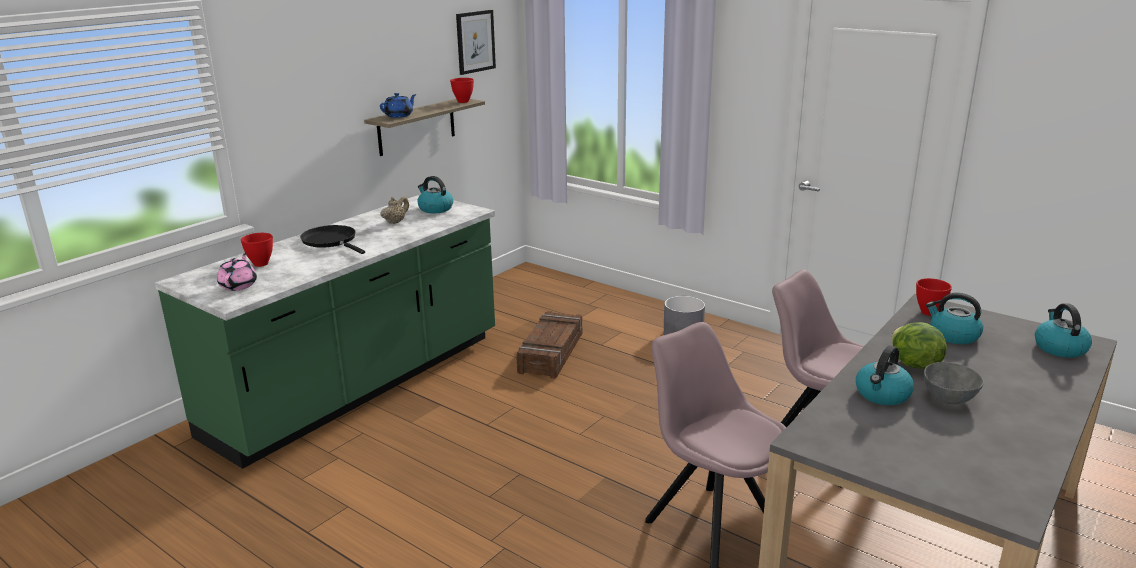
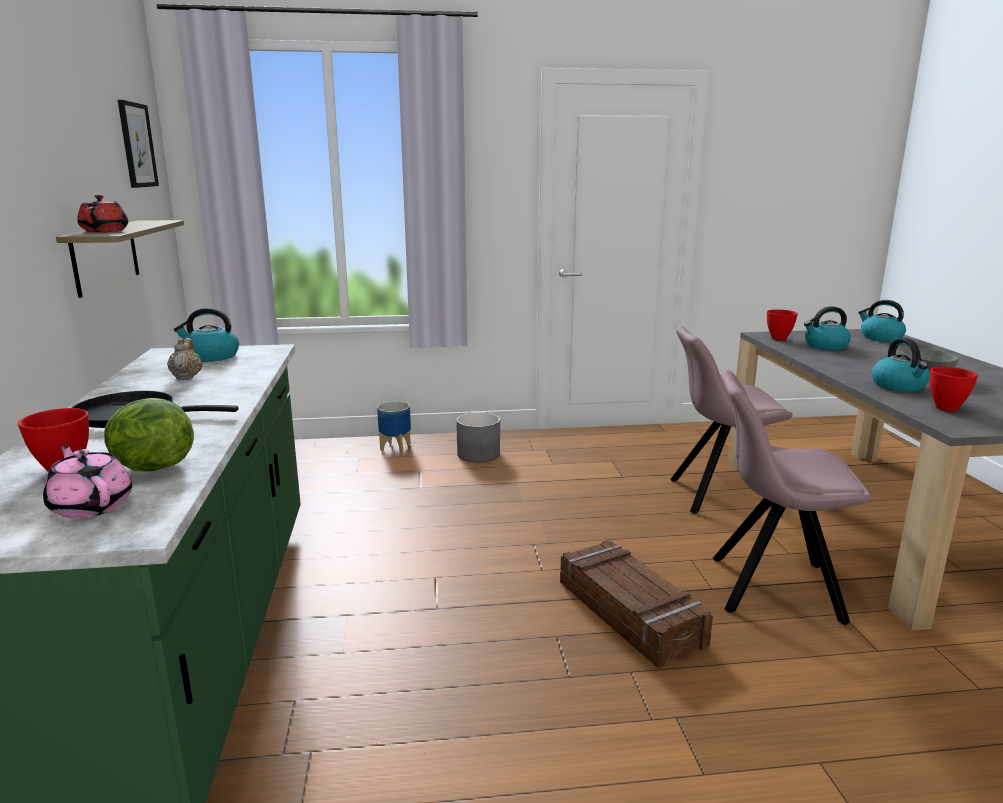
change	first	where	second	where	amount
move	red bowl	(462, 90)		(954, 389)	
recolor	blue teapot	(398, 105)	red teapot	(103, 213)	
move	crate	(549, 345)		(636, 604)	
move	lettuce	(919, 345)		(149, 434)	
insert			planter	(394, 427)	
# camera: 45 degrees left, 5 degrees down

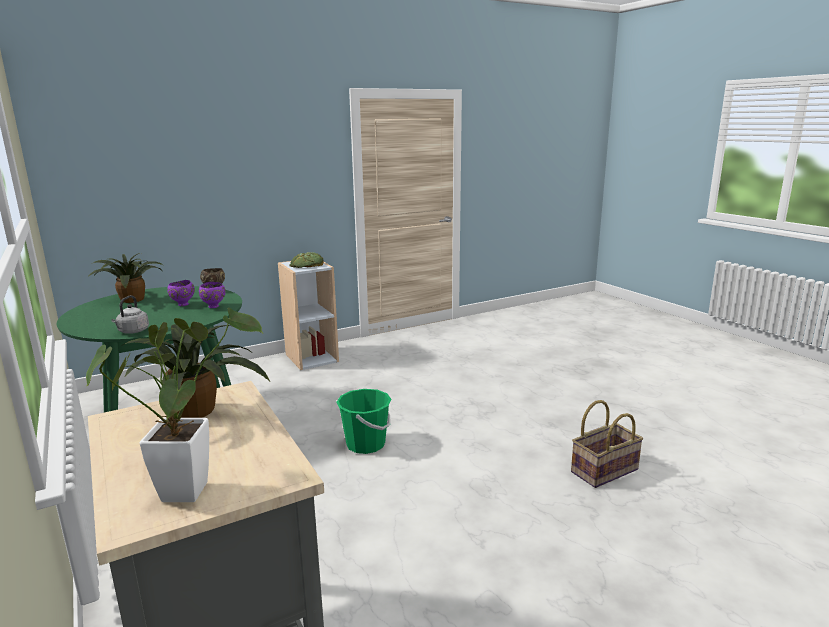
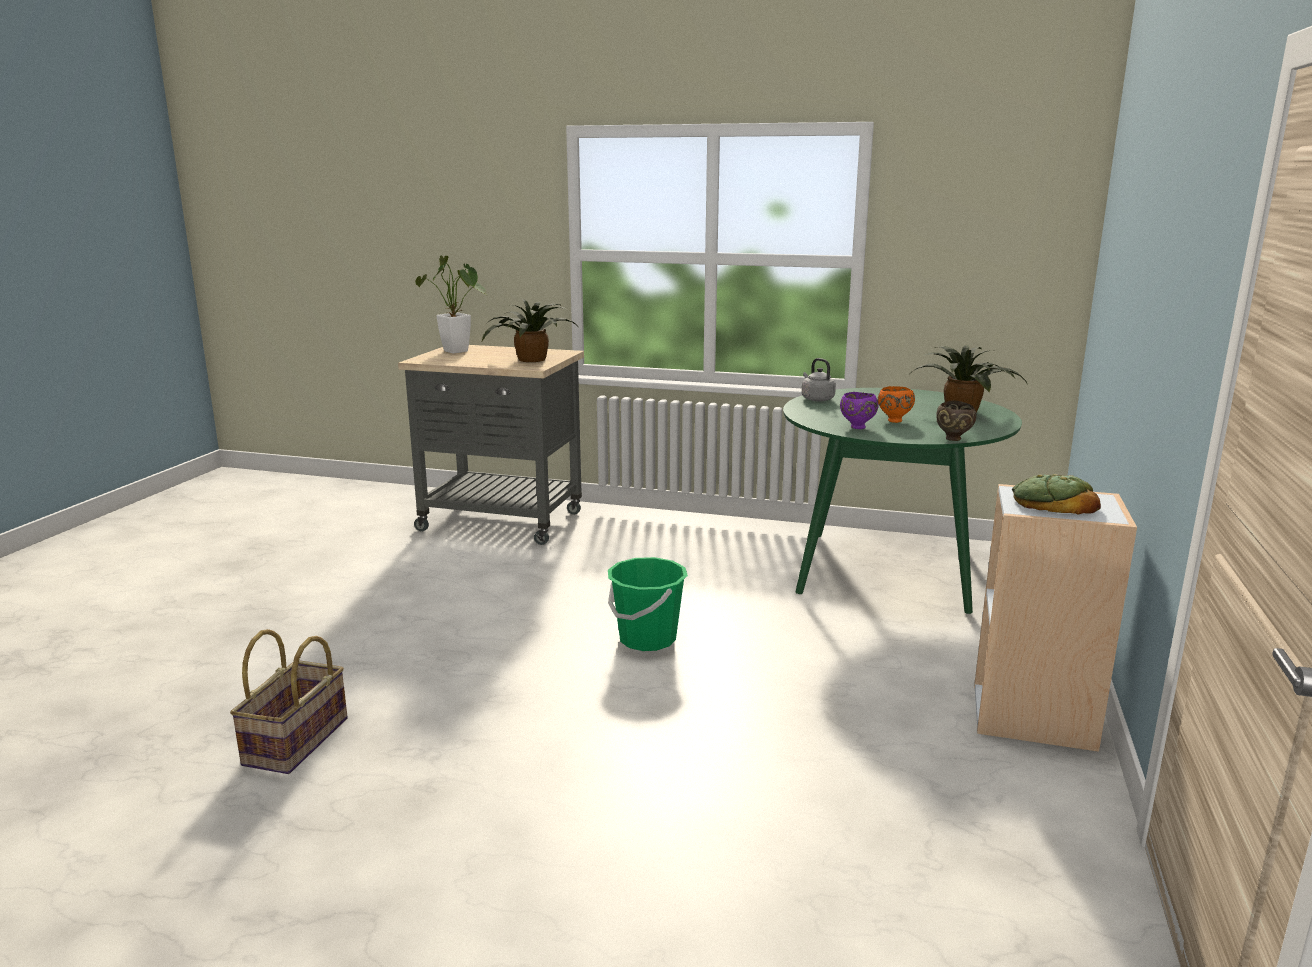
change	first	where	second	where	amount
recolor	purple bowl	(181, 293)	orange bowl	(896, 404)	
# camera: 135 degrees right, 0 degrees up

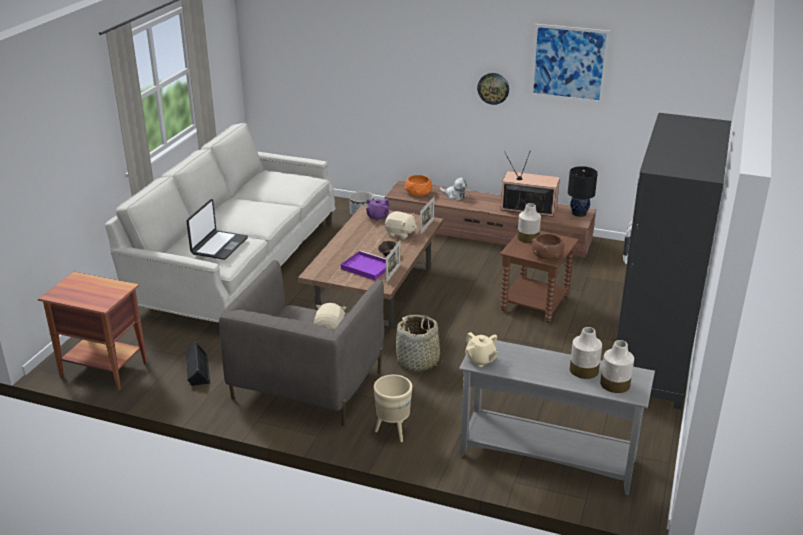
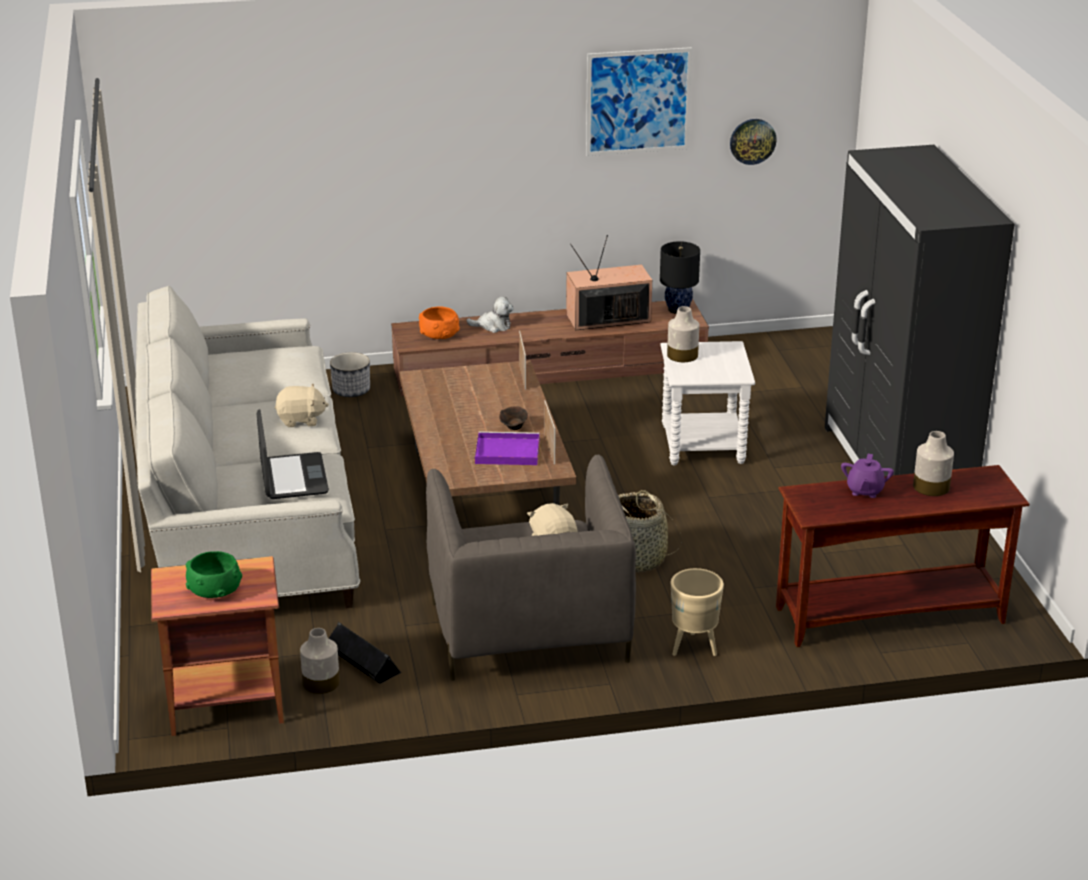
change	first	where	second	where	amount
move	wall clock	(493, 89)		(753, 142)	
move	purple teapot	(378, 209)		(867, 476)	
move	beige plush toy	(401, 225)		(302, 405)	
recolor	brown side table	(539, 277)	white side table	(707, 403)	
delete	brown bowl	(548, 246)			
delete	beige teapot	(482, 349)			
recolor	grey console table	(557, 417)	brown console table	(902, 556)	
move	beige vase	(617, 366)		(320, 661)	
insert			green bowl	(214, 574)	
# camera: 30 degrees left, 0 degrees up

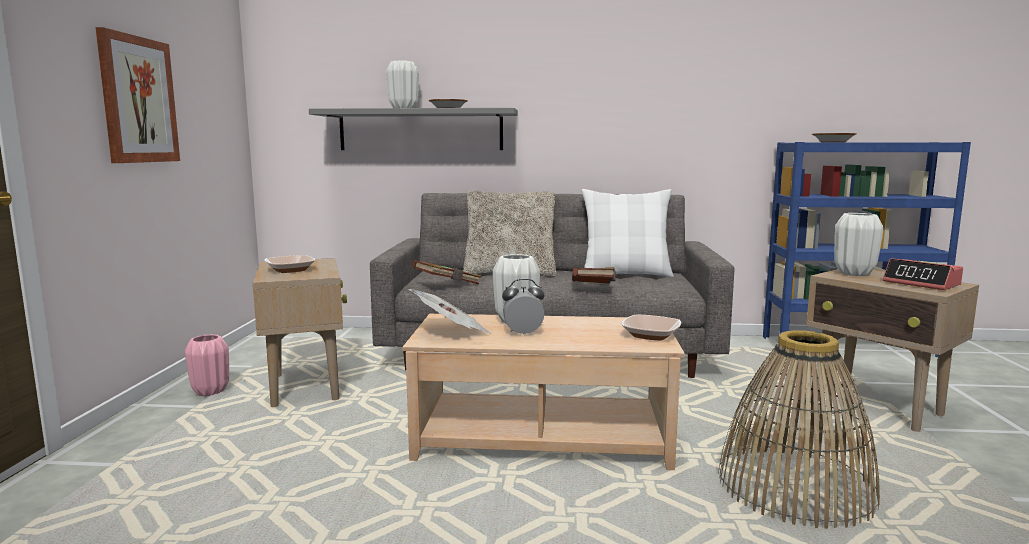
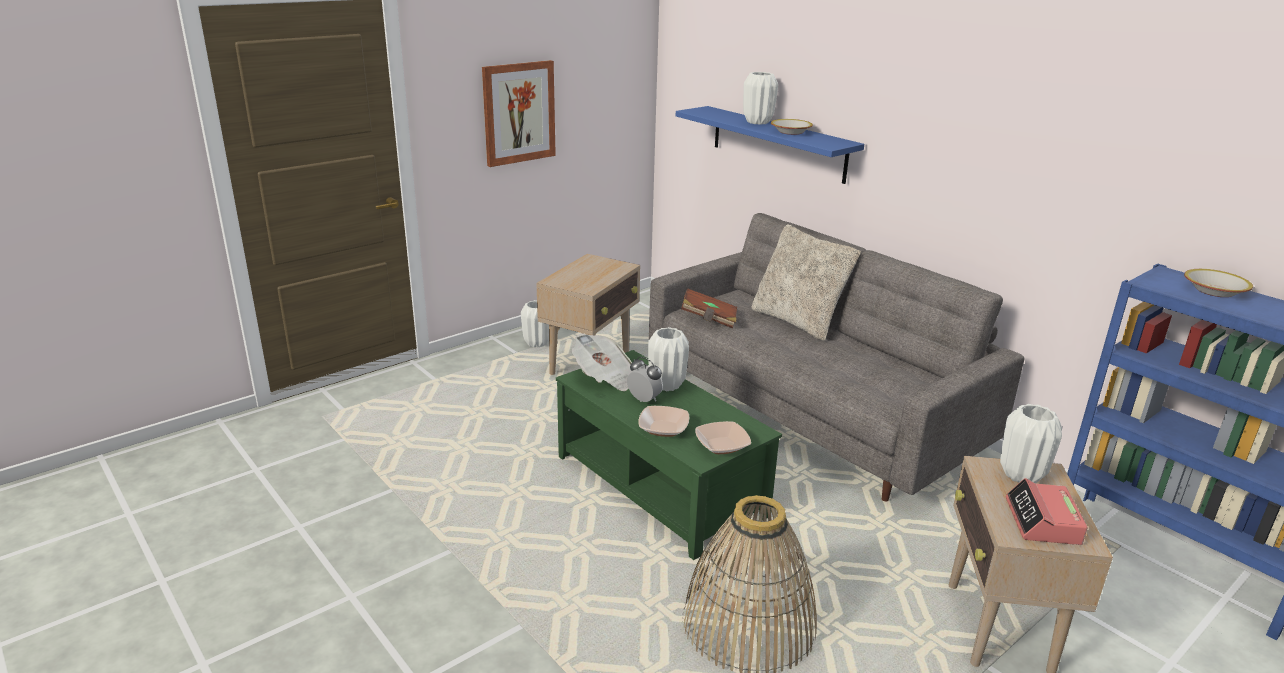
change	first	where	second	where	amount
recolor	grey shelf	(413, 129)	blue shelf	(770, 145)	
delete	white pillow	(628, 233)			
move	bowl	(289, 264)		(663, 421)	
delete	brown book	(594, 275)			
recolor	beige coffee table	(543, 392)	green coffee table	(669, 455)	
recolor	pink vase	(207, 365)	white vase	(535, 323)	
# camera: 45 degrees right, 15 degrees up

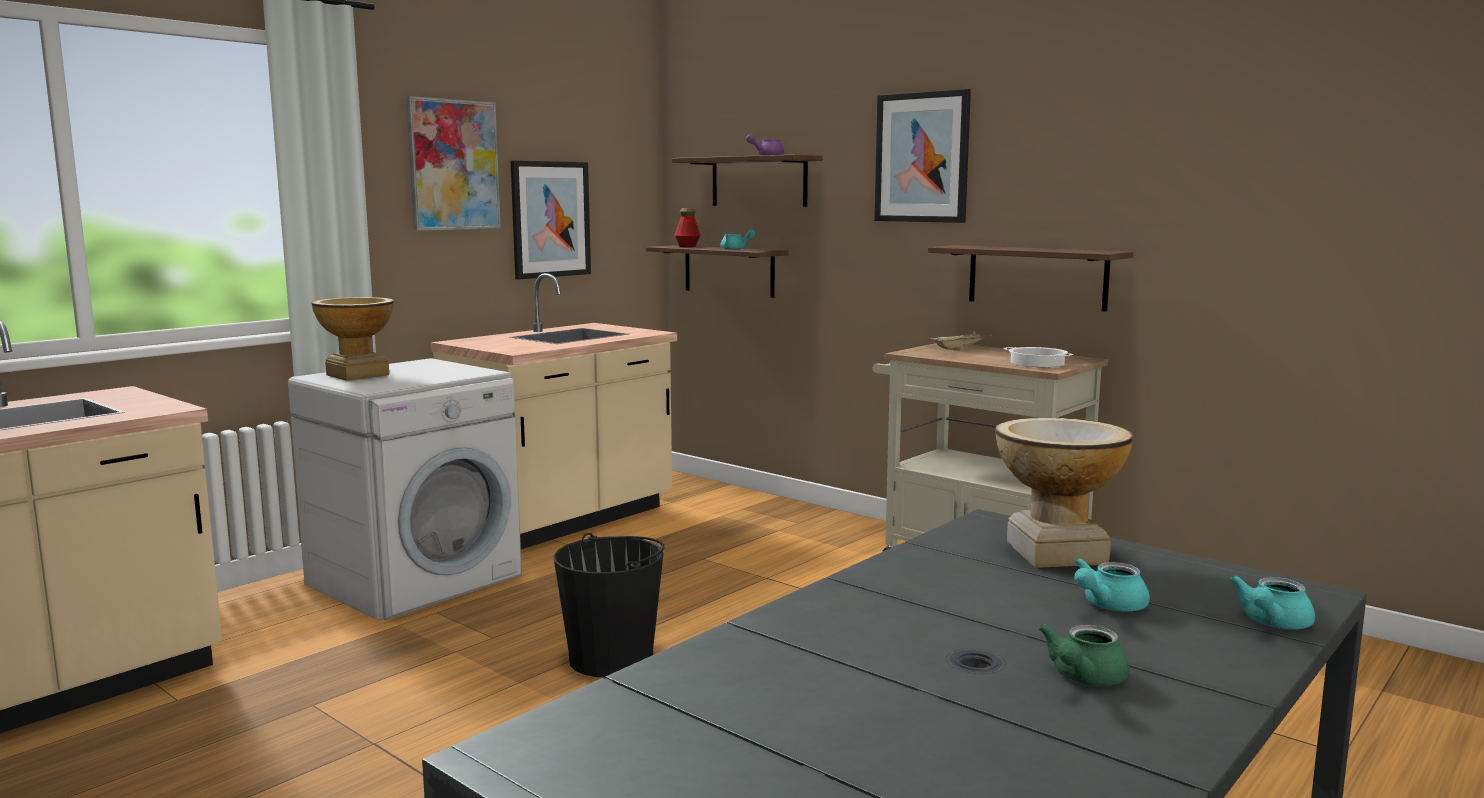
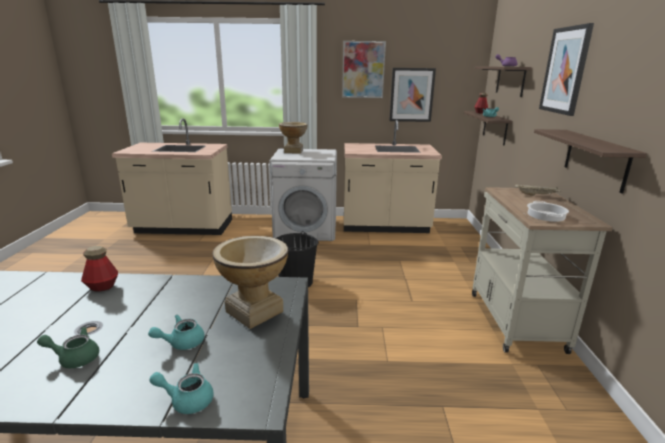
change	first	where	second	where	amount
rotate	turquoise teapot	(1112, 585)		(176, 332)	45 degrees counterclockwise
insert			bottle	(99, 269)	
# camera: 50 degrees right, 10 degrees up

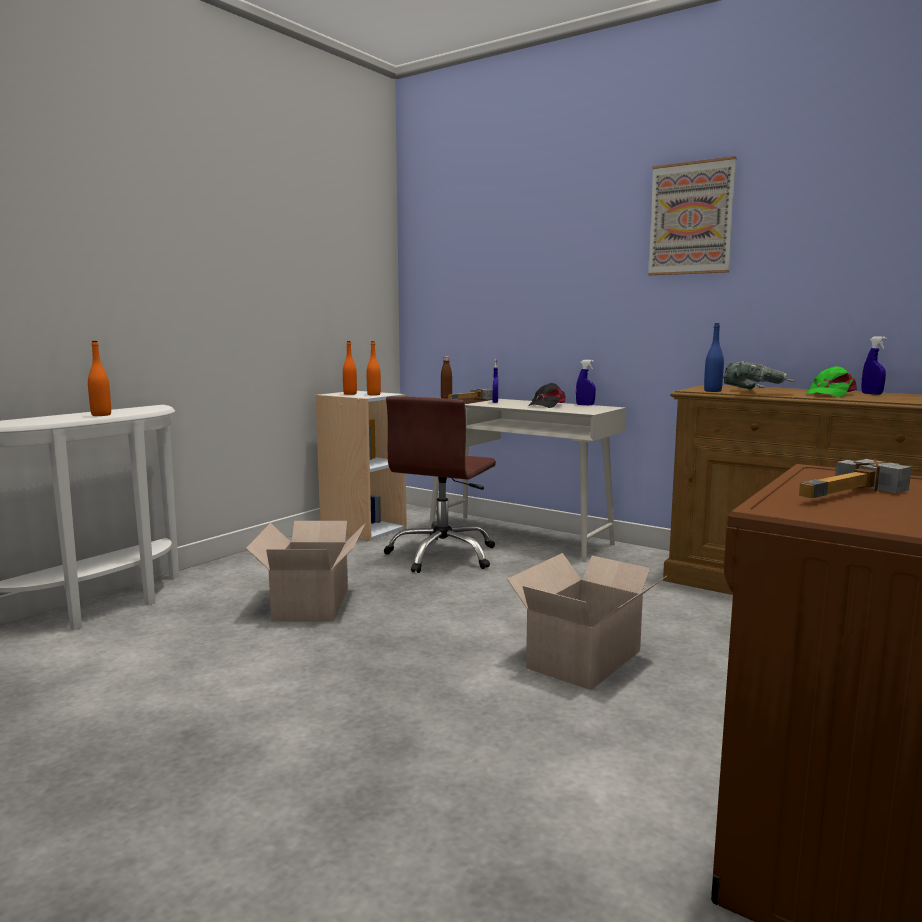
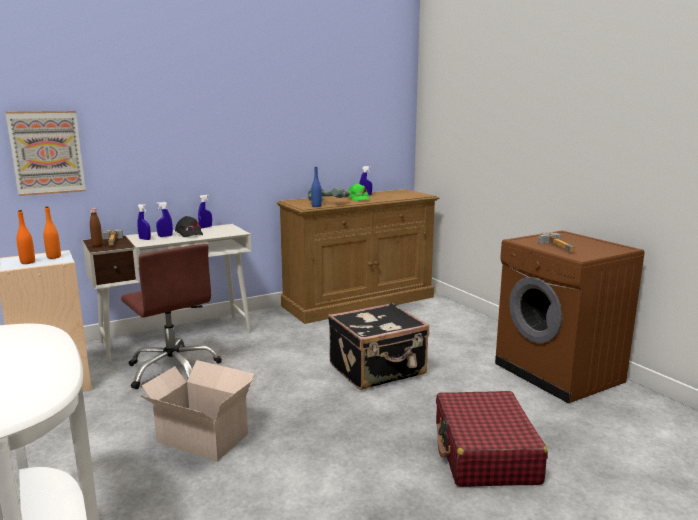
change	first	where	second	where	amount
move	picture	(692, 215)		(46, 153)	
delete	orange bottle	(99, 378)			
replace	cardboard box	(587, 621)	black suitcase	(378, 346)	
insert			blue spray bottle	(164, 219)	
insert			red suitcase	(492, 439)	
# camera: 65 degrees left, 5 degrees up

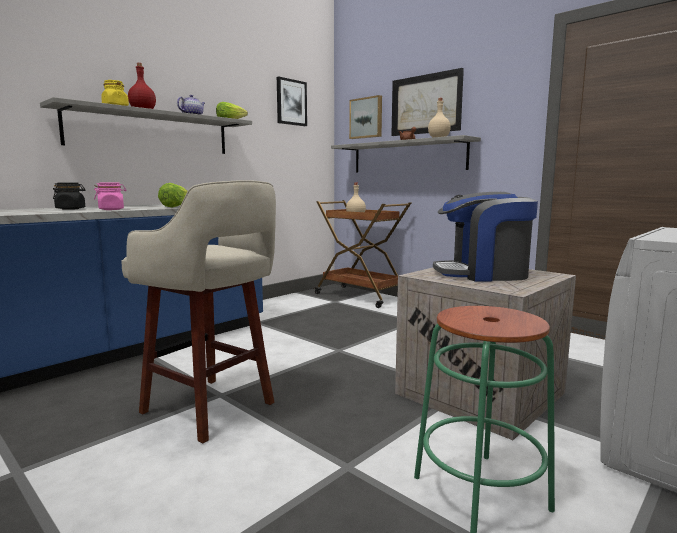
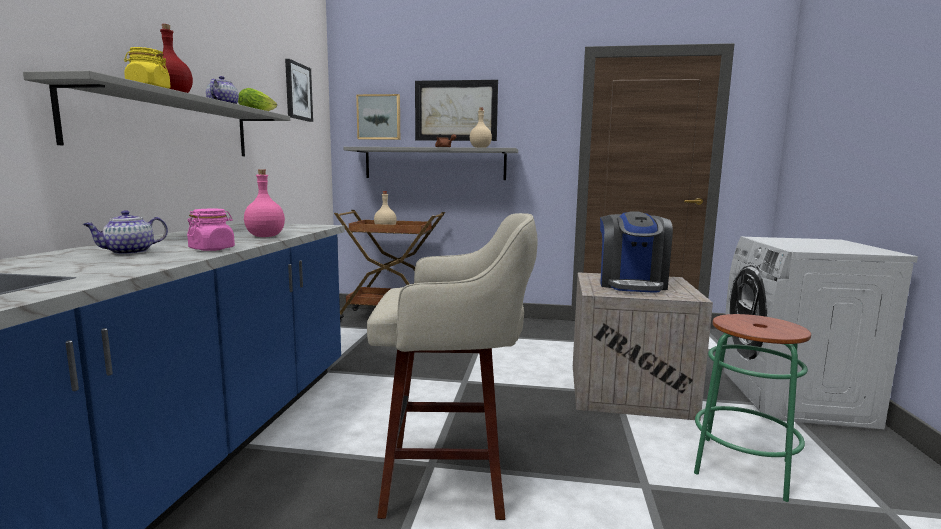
change	first	where	second	where	amount
replace	black jar	(69, 196)	teapot	(125, 232)	
replace	lettuce	(173, 195)	pink bottle	(264, 203)	
rotate	coffee machine	(485, 236)		(636, 252)	45 degrees counterclockwise
# camera: 35 degrees left, 0 degrees up

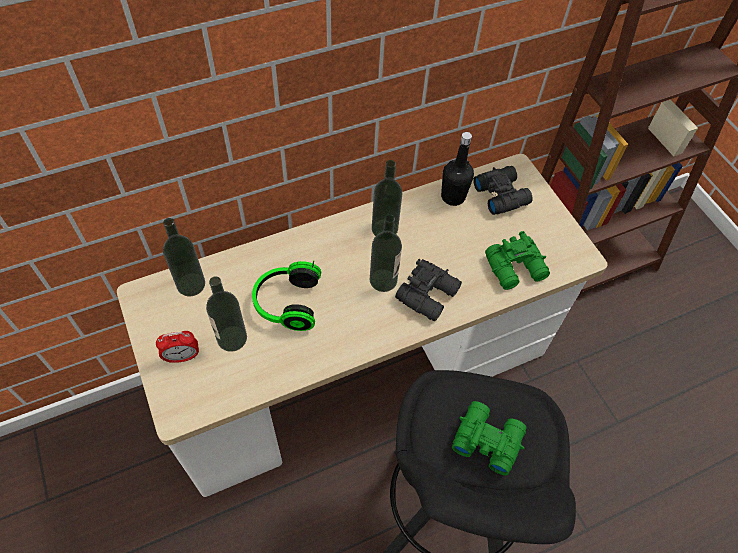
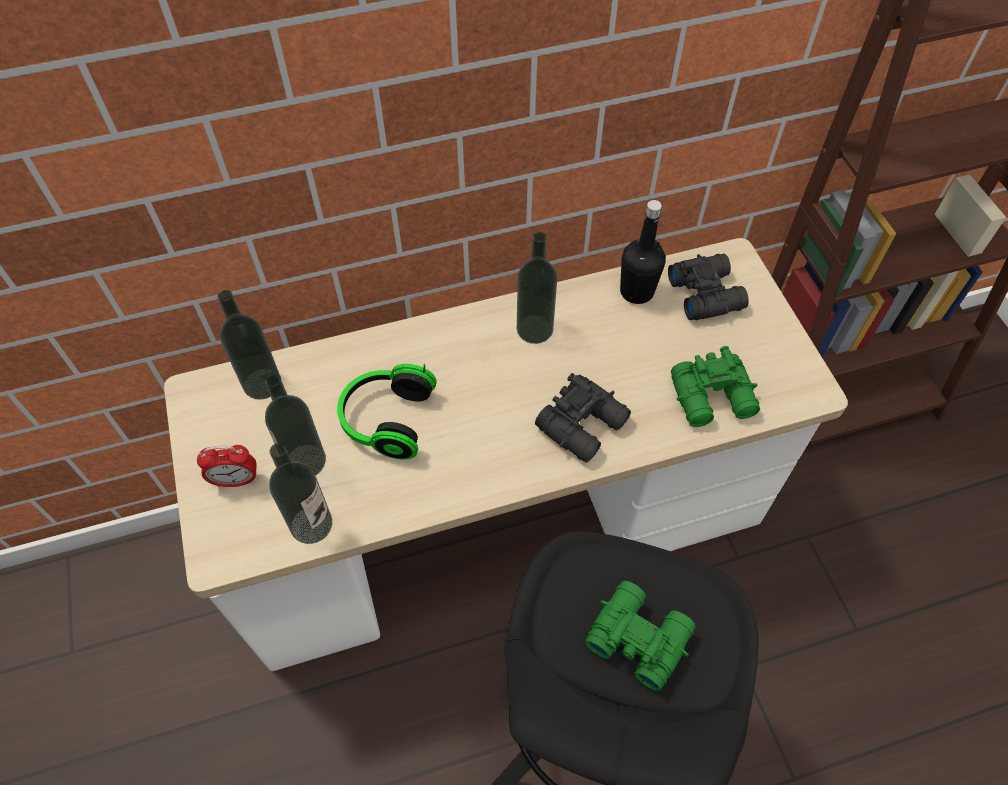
change	first	where	second	where	amount
move	bottle	(386, 253)		(300, 493)	
# camera: 10 degrees right, 0 degrees up

